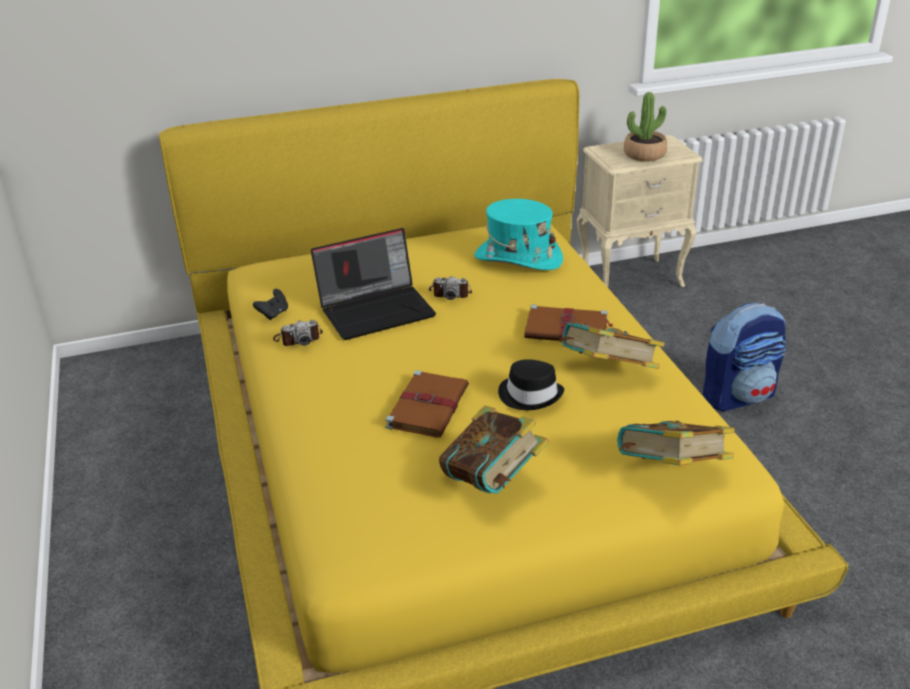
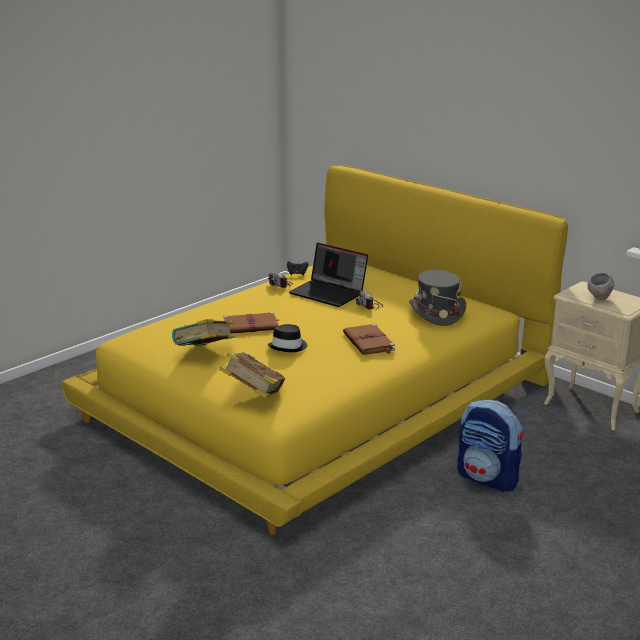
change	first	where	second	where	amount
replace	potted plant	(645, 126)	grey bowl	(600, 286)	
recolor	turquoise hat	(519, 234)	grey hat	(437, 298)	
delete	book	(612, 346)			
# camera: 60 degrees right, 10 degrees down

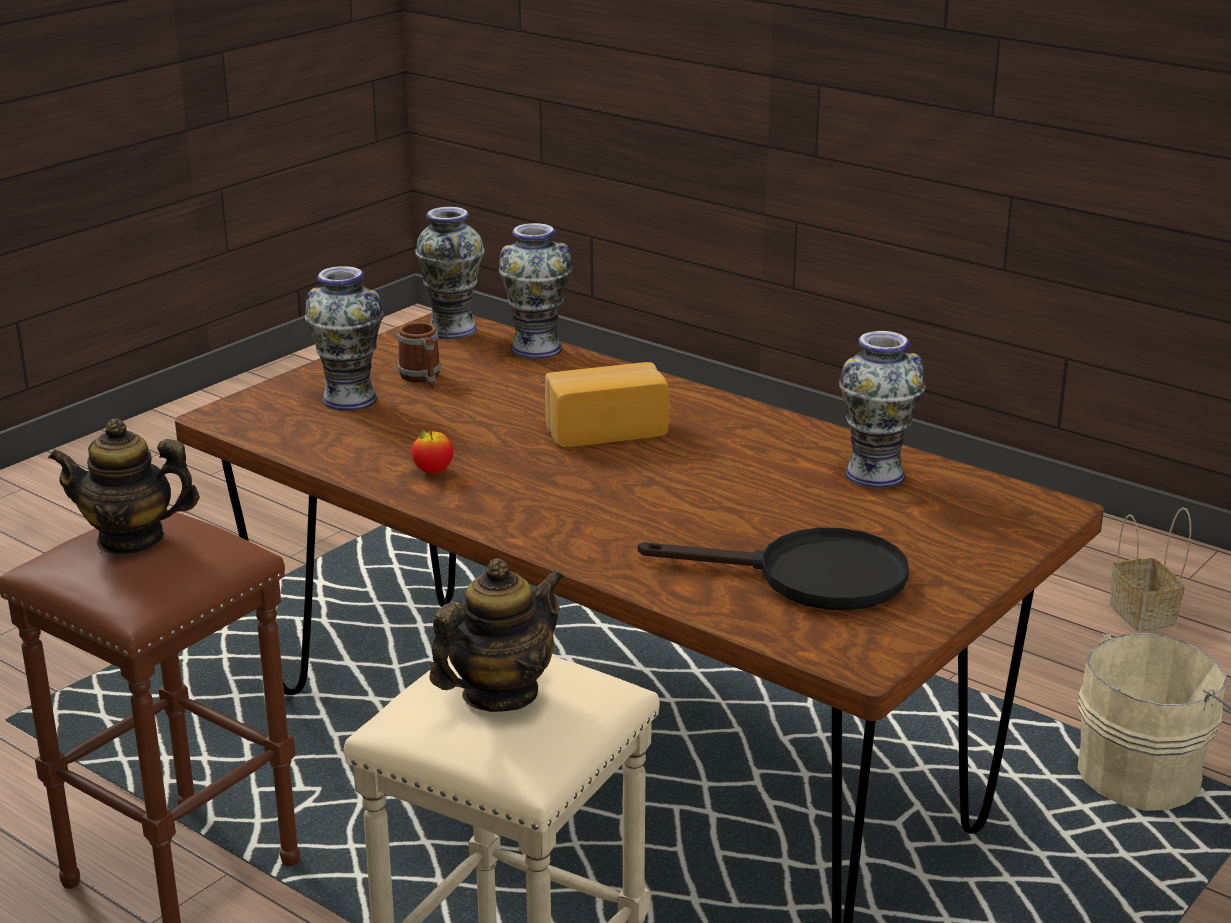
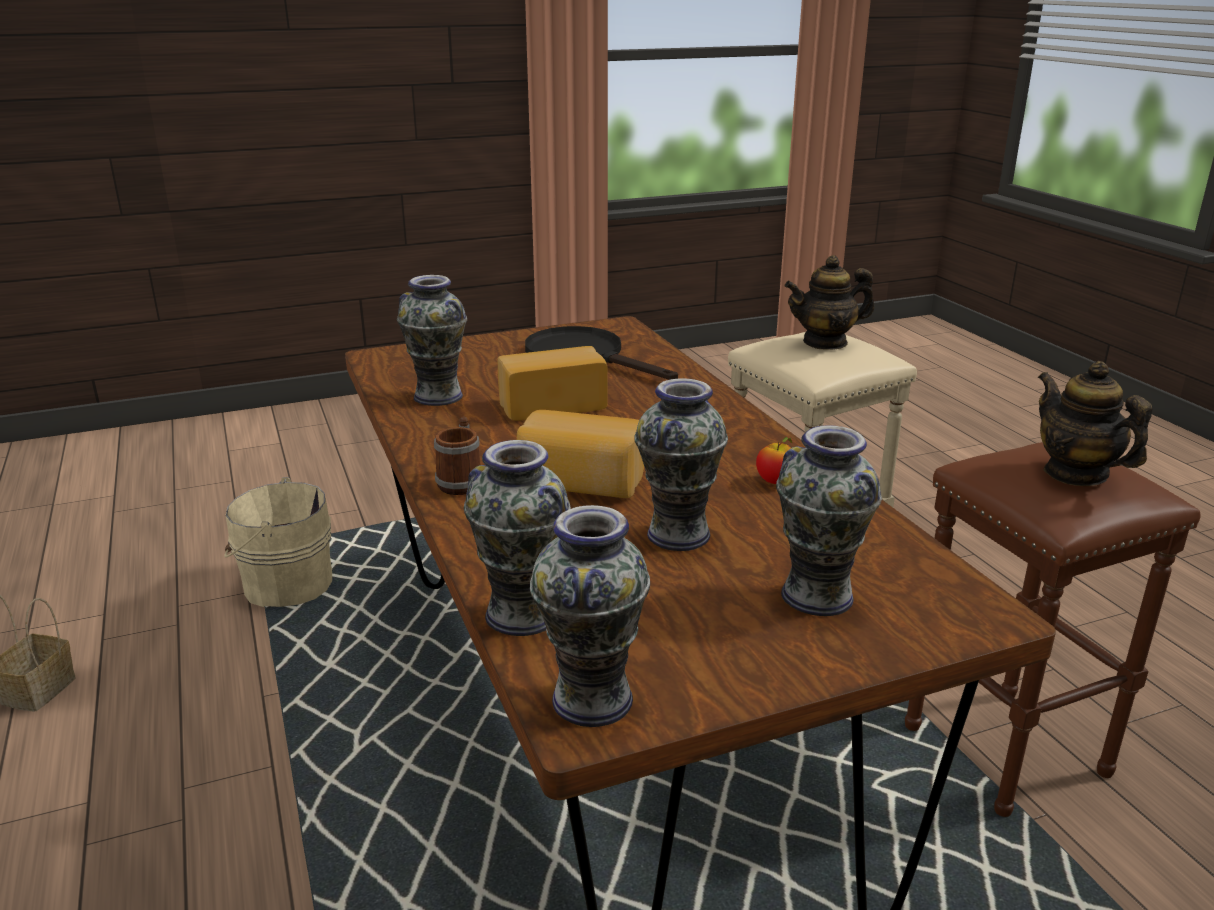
change	first	where	second	where	amount
move	mug	(419, 355)		(457, 456)	
rotate	teapot	(124, 487)		(1095, 423)	150 degrees counterclockwise
insert			bread	(552, 383)	
insert			vase	(681, 464)	
# camera: 150 degrees left, 0 degrees up

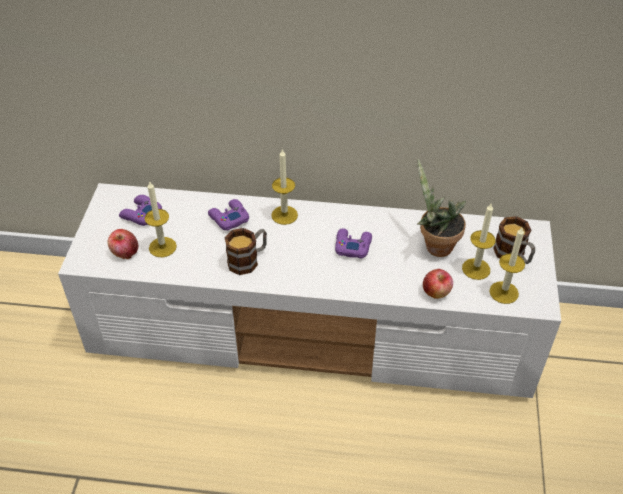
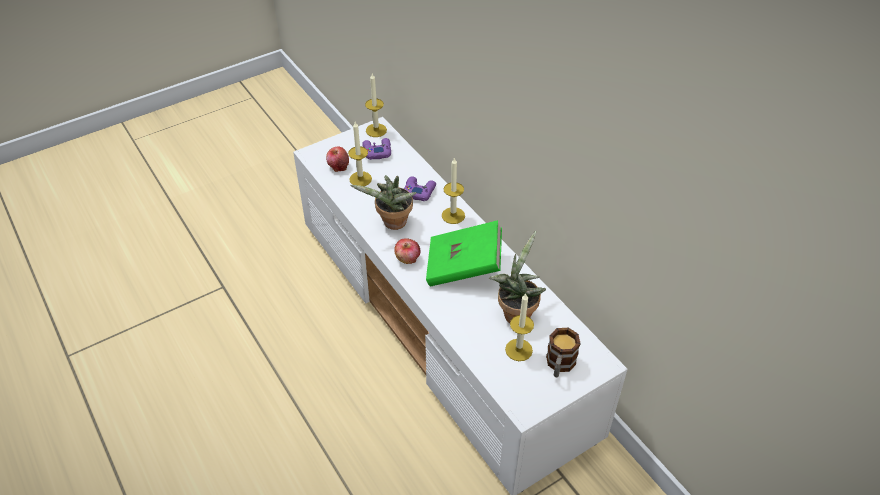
change	first	where	second	where	amount
move	candle	(507, 265)		(376, 105)	
replace	mug	(246, 251)	potted plant	(383, 202)	
replace	purple game controller	(353, 244)	green book	(464, 253)	
move	apple	(438, 284)		(407, 251)	
# camera: 50 degrees right, 0 degrees up

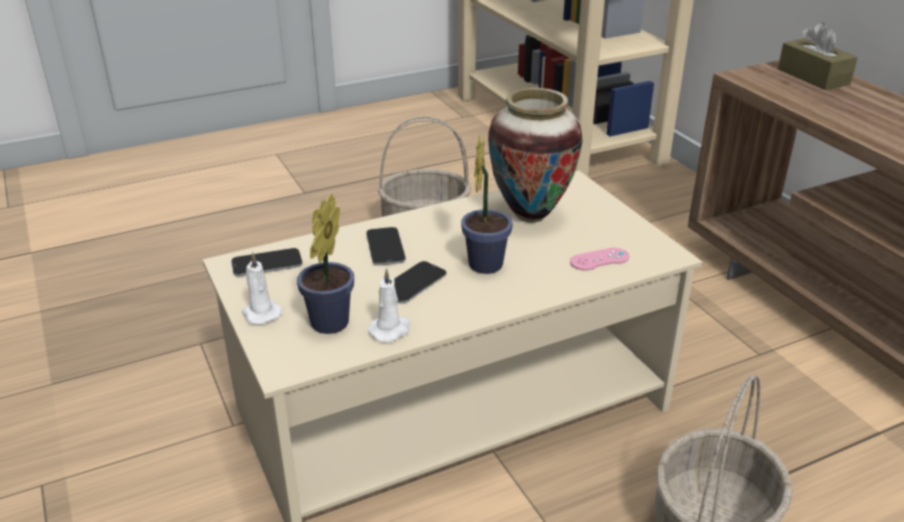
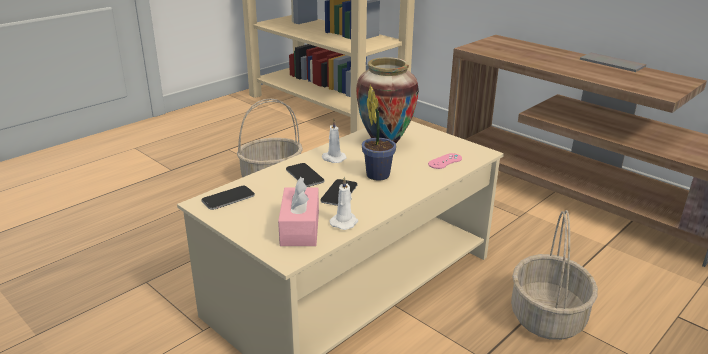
change	first	where	second	where	amount
delete	brown tissue box	(818, 56)			
replace	potted plant	(325, 264)	pink tissue box	(298, 211)	
move	white candle	(262, 288)		(334, 141)	
# camera: 20 degrees left, 5 degrees down

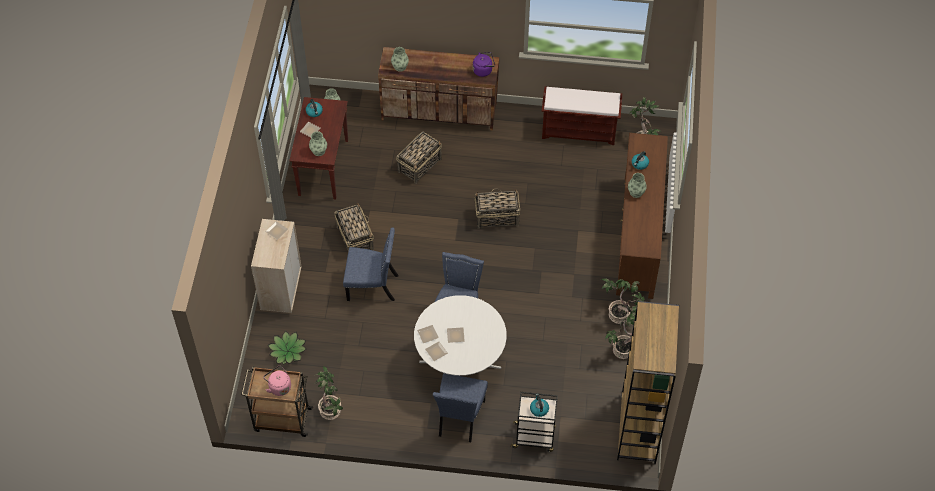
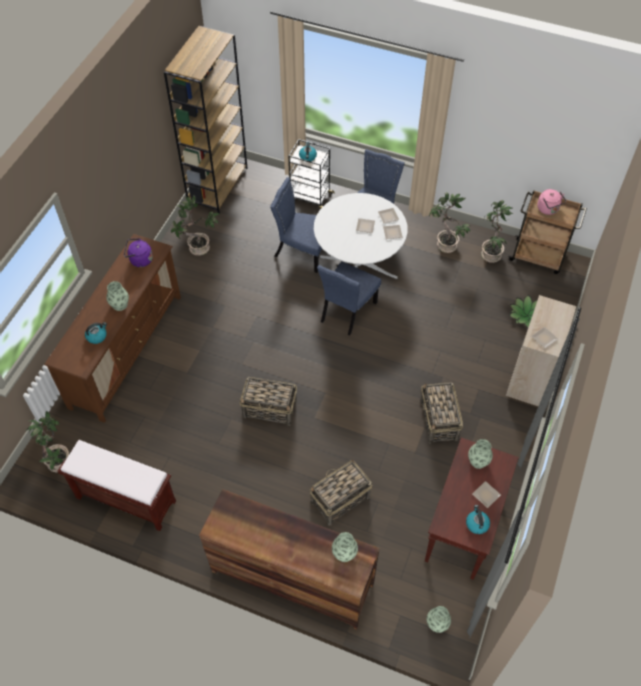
change	first	where	second	where	amount
move	purple kettle	(484, 64)		(138, 252)	
move	blue chair	(370, 264)		(296, 225)	
move	potted plant	(623, 301)		(450, 222)	
# camera: 165 degrees left, 0 degrees up

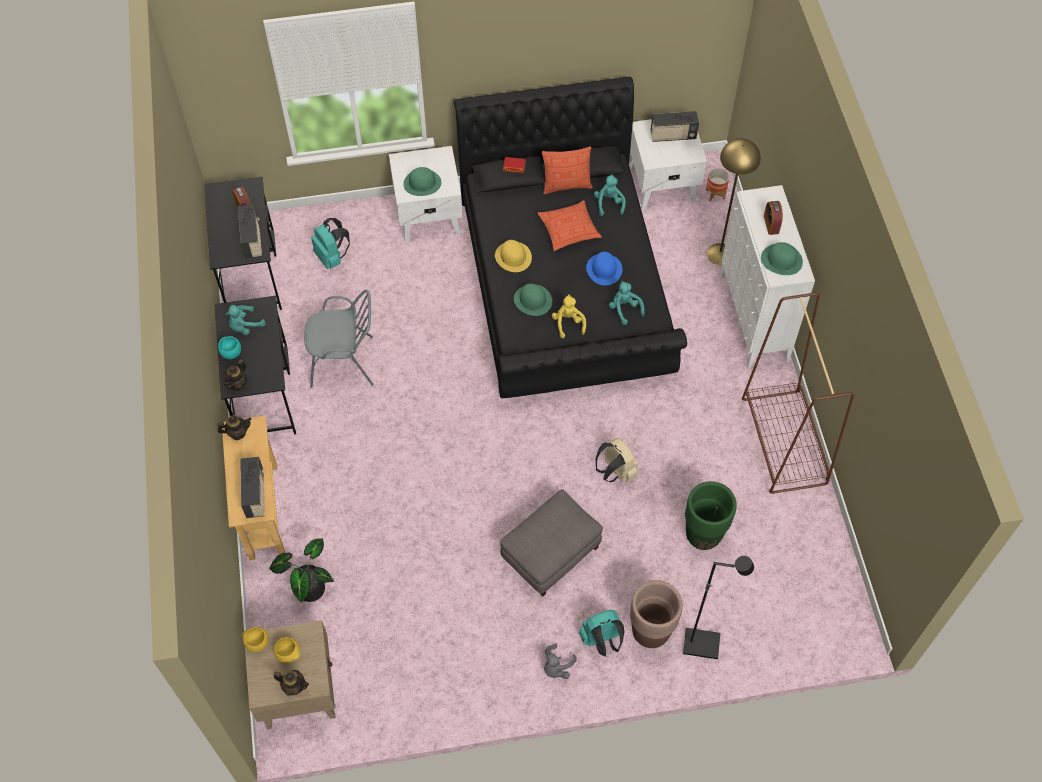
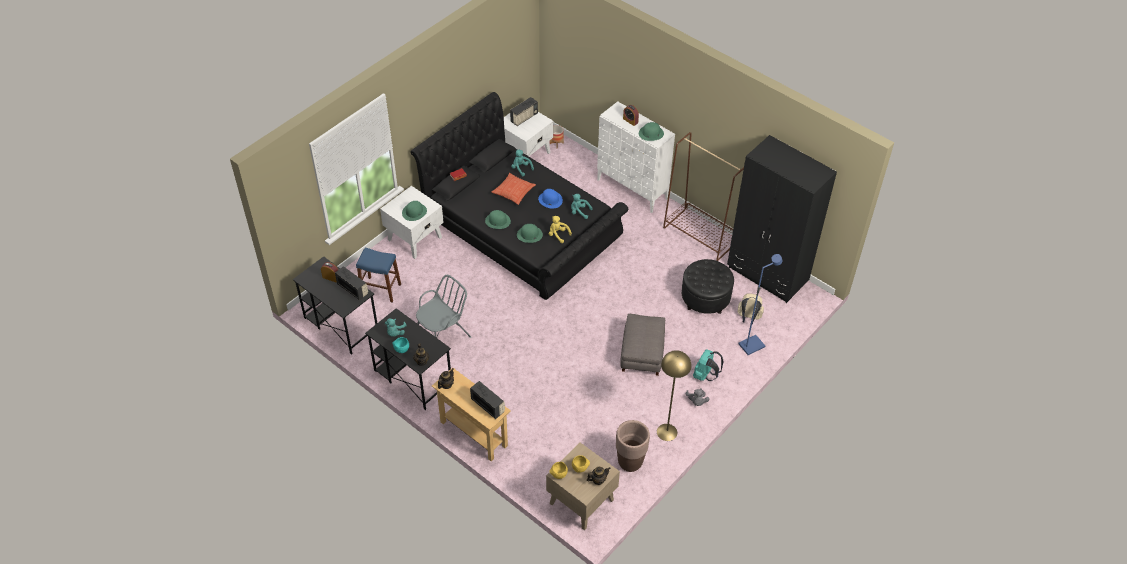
change	first	where	second	where	amount
move	yellow floor lamp	(734, 201)		(674, 395)	
delete	orange pillow	(567, 170)			
replace	turquoise backpack	(330, 243)	blue stool	(378, 274)	
recolor	yellow hat	(513, 256)	green hat	(498, 219)	
move	beige backpack	(617, 460)		(750, 308)	
replace	green planter	(711, 515)	black ottoman	(707, 286)	
delete	potted plant	(301, 570)			
recolor	black floor lamp	(718, 607)	blue floor lamp	(760, 304)	
move	brown planter	(656, 614)		(633, 446)	
insert			black wardrobe	(782, 219)	
# camera: 40 degrees left, 10 degrees down

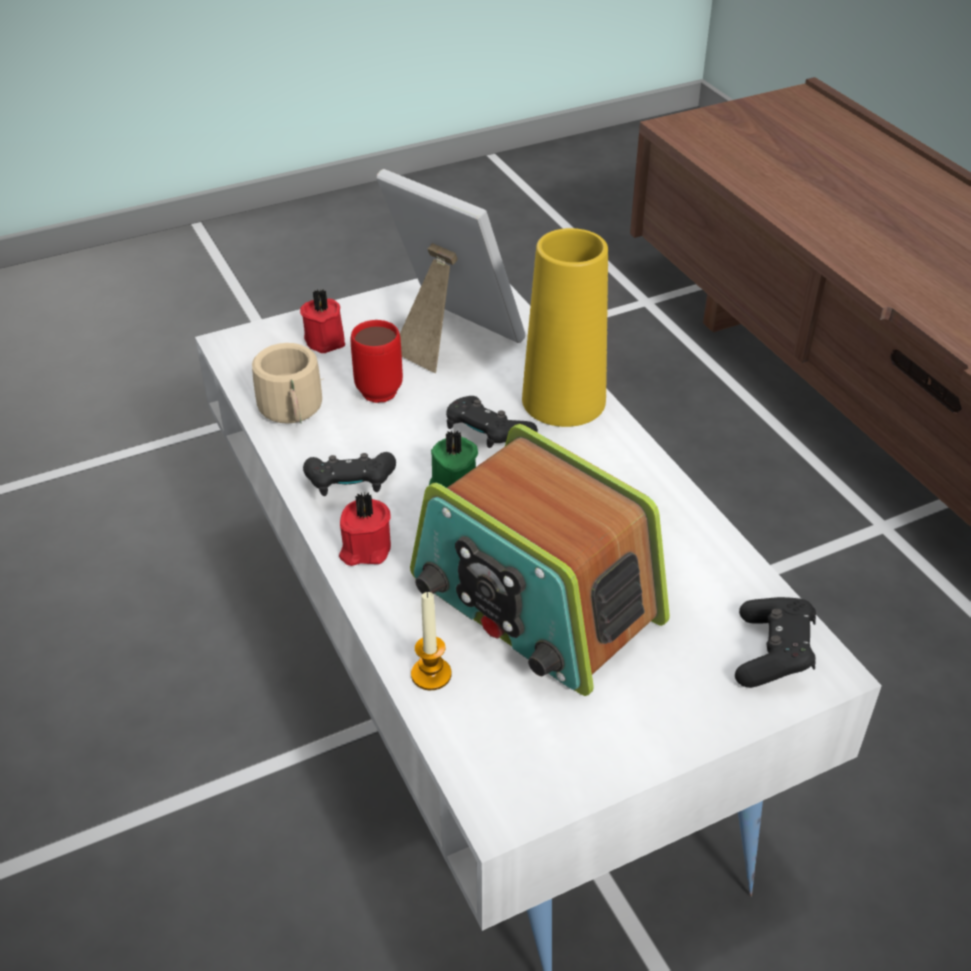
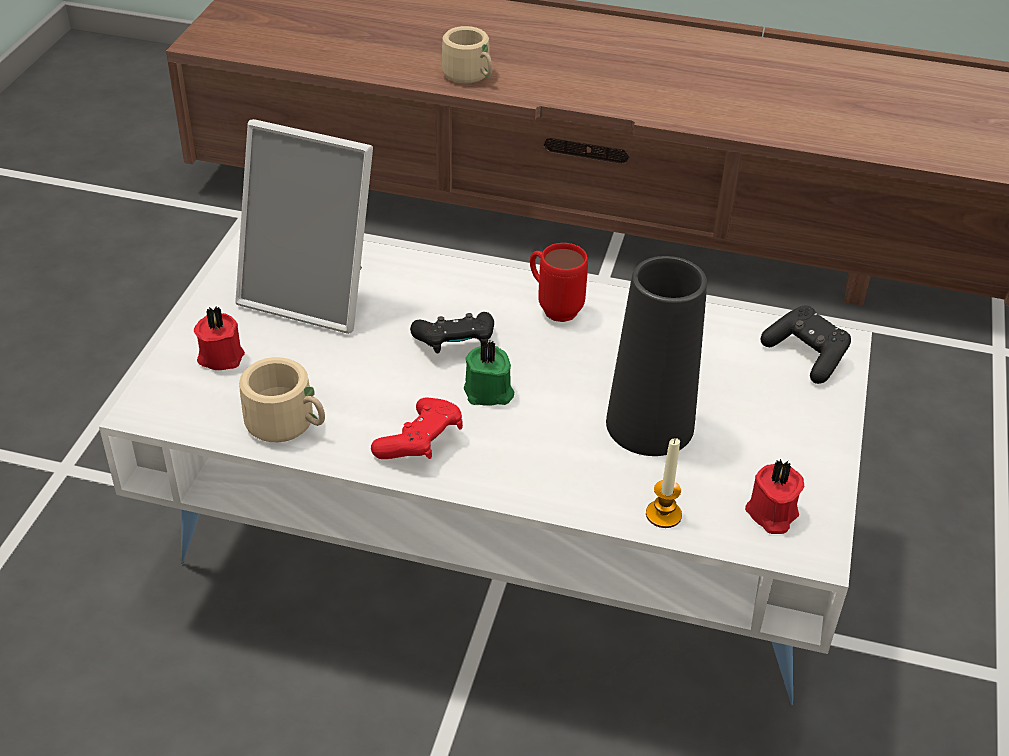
change	first	where	second	where	amount
rotate	picture frame	(451, 271)		(304, 226)	150 degrees counterclockwise
delete	yellow vase	(565, 327)			
move	red mug	(376, 361)		(559, 282)	
replace	radio	(540, 560)	black vase	(656, 356)	
recolor	black game controller	(349, 474)	red game controller	(417, 428)	
move	red candle	(365, 529)		(774, 496)	
insert			beige mug	(467, 55)	
# camera: 50 degrees left, 0 degrees up

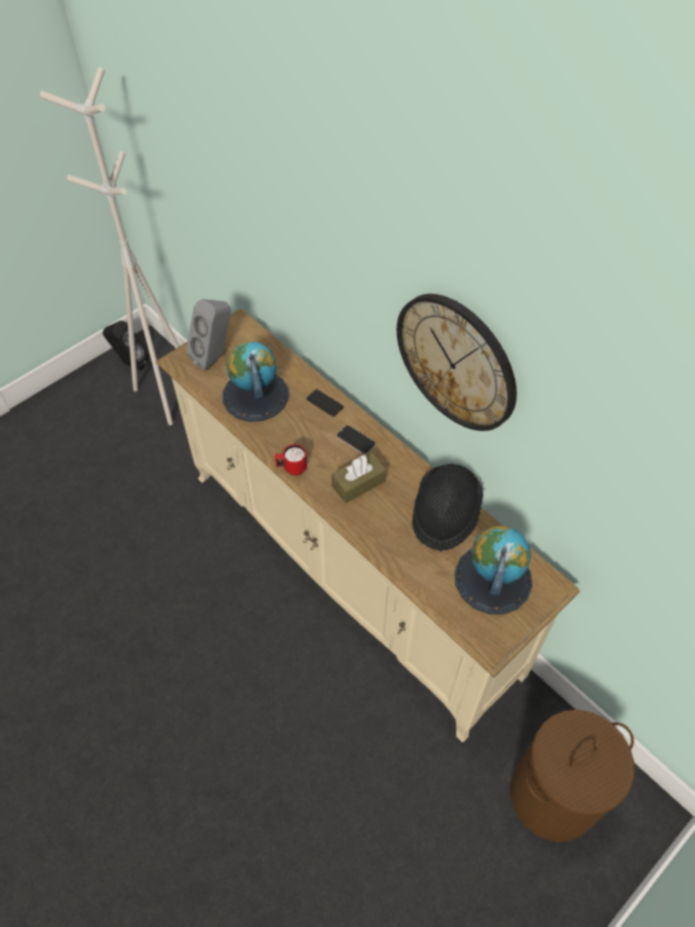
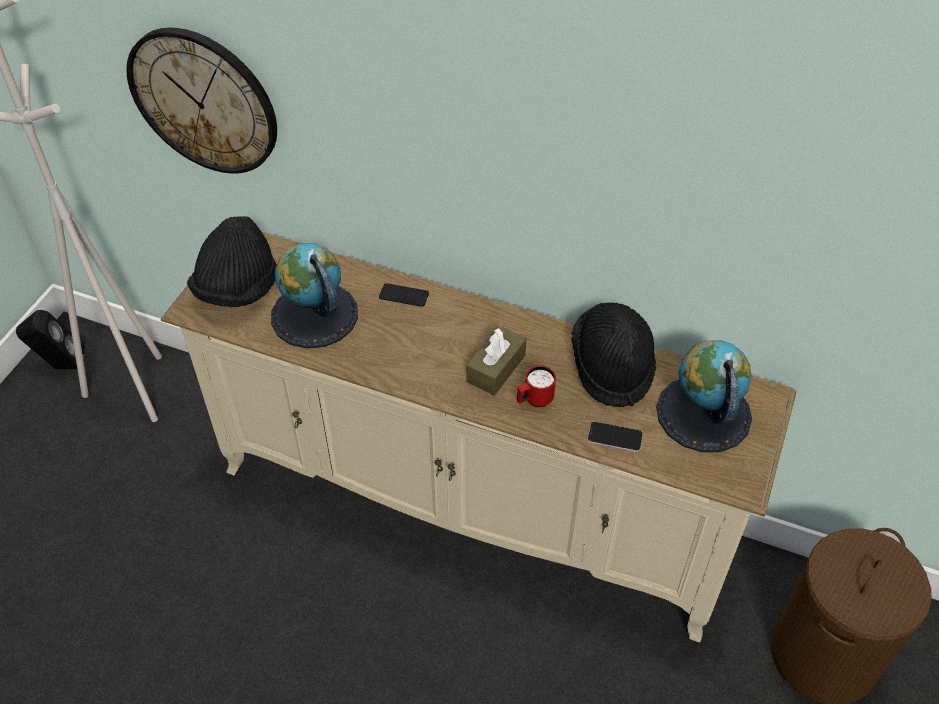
change	first	where	second	where	amount
move	wall clock	(457, 362)		(201, 100)	
replace	grey speaker	(208, 335)	black hat	(232, 261)	
move	phone	(356, 440)		(615, 436)	
move	red mug	(291, 460)		(536, 386)	
# camera: 25 degrees left, 5 degrees down

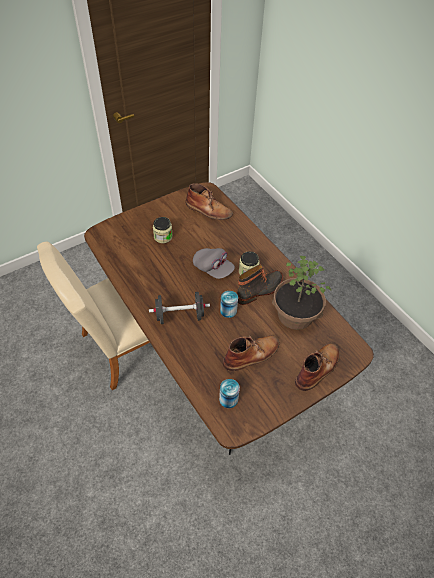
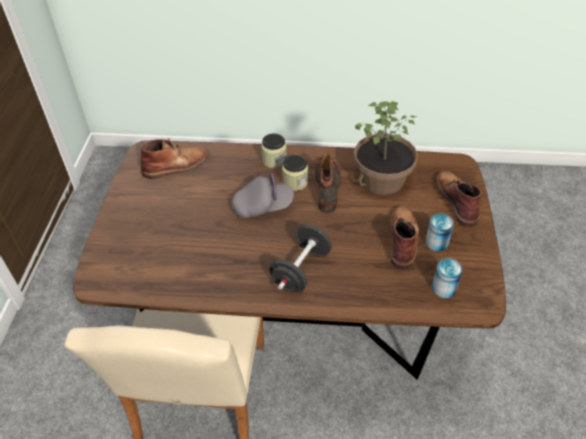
change	first	where	second	where	amount
move	jar	(163, 230)		(274, 150)	
move	can	(229, 304)		(440, 232)	
# camera: 50 degrees left, 5 degrees down

